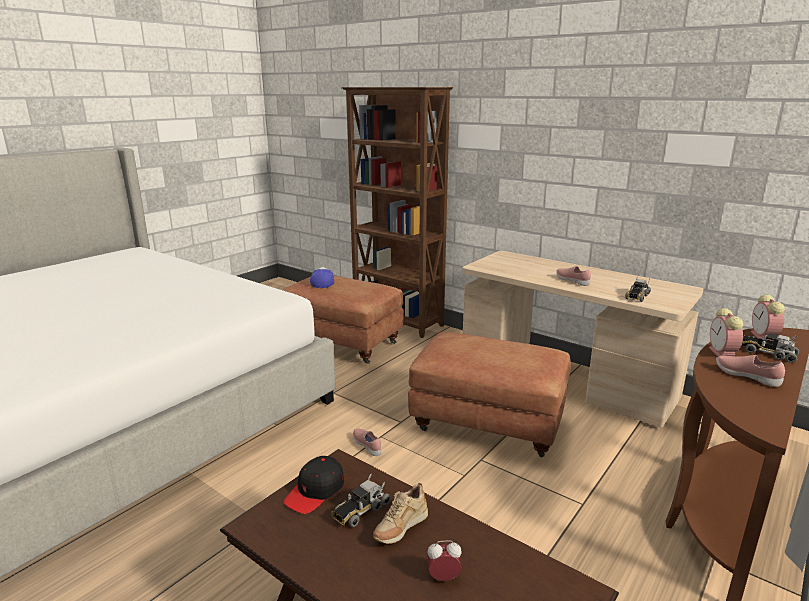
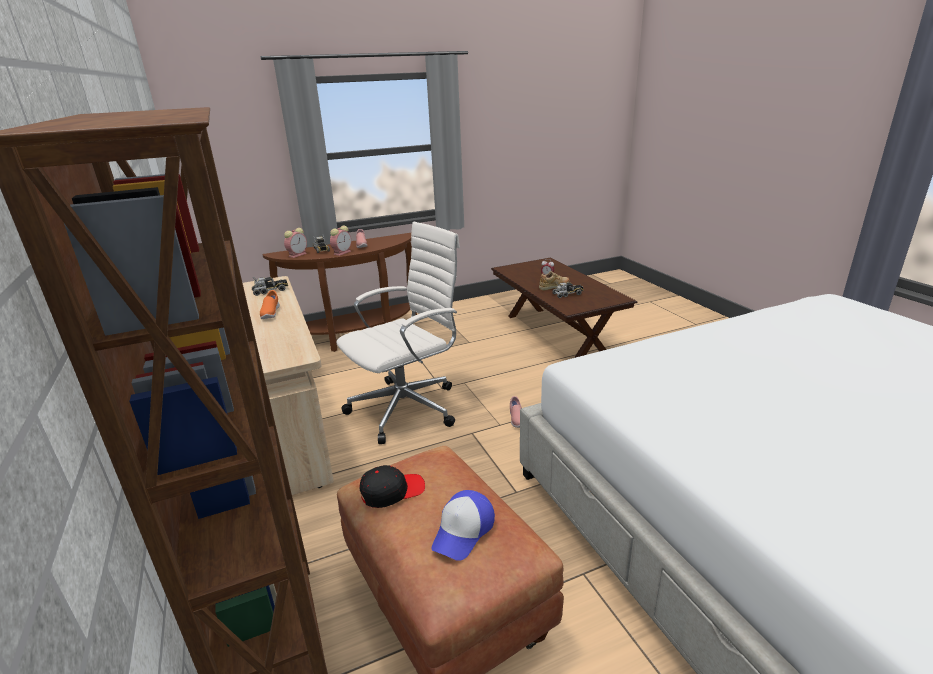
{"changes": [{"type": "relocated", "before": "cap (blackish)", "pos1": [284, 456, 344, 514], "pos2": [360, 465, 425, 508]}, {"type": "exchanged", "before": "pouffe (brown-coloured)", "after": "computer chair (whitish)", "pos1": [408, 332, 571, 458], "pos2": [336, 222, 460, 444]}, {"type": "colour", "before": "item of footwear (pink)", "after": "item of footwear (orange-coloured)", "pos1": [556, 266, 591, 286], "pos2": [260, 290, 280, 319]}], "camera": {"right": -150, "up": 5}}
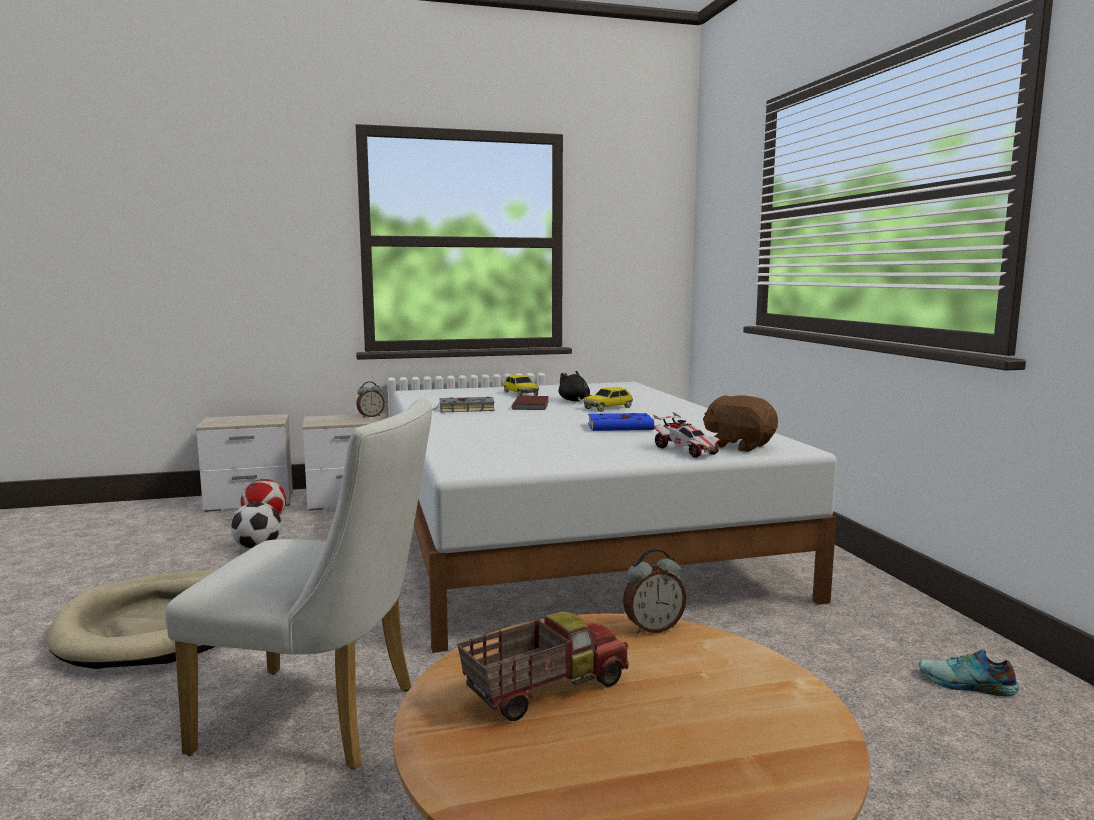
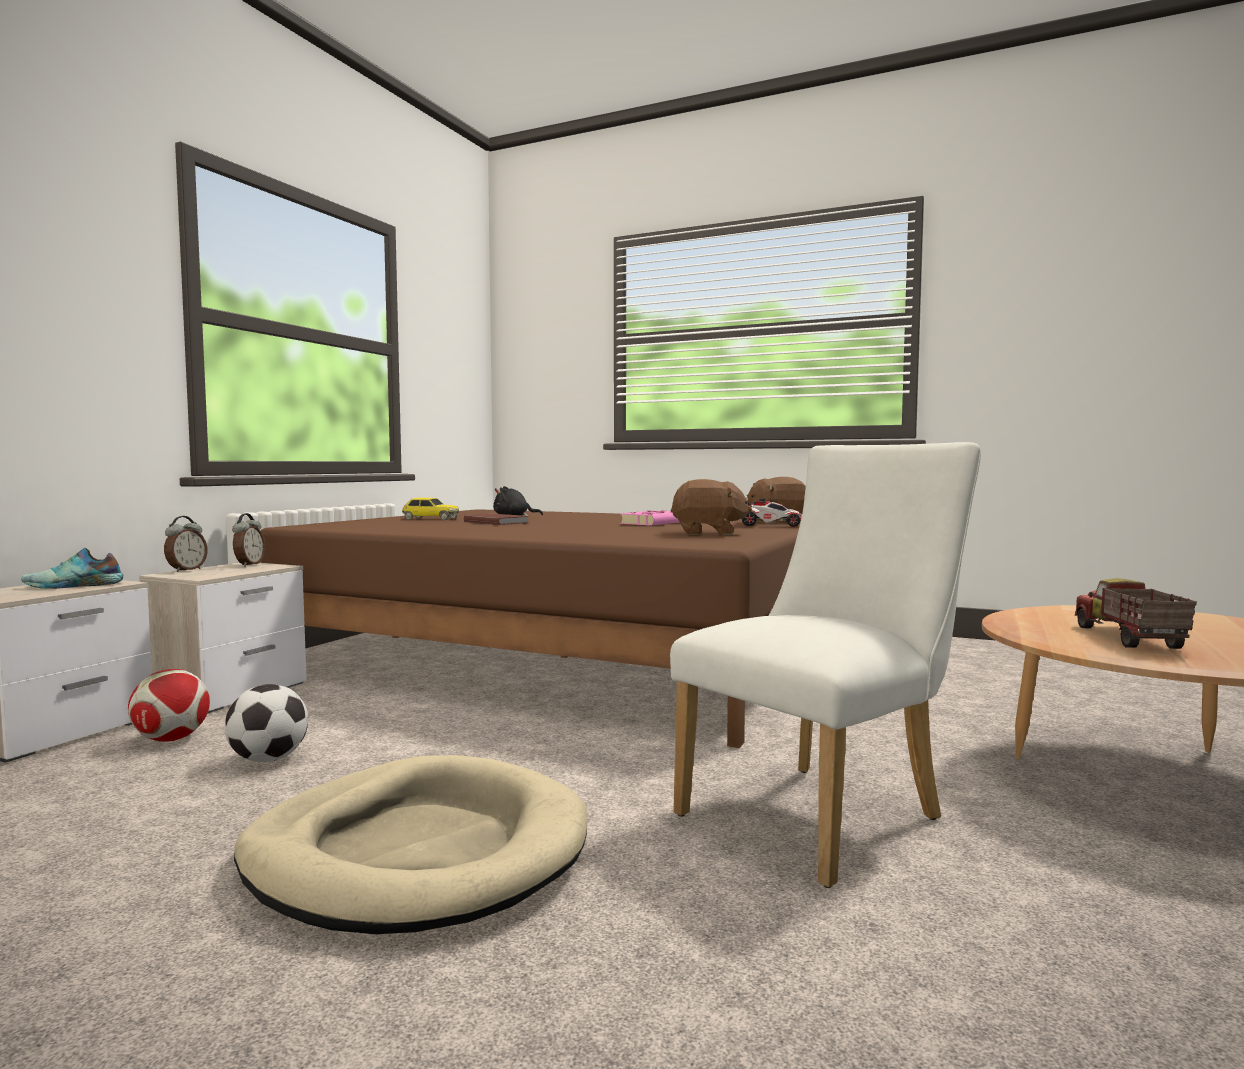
{"changes": [{"type": "colour", "before": "bedroom bed (whitish)", "after": "bedroom bed (brown-coloured)", "pos1": [393, 382, 837, 653], "pos2": [260, 509, 800, 748]}, {"type": "missing", "before": "bound book (greyish)", "pos1": [432, 397, 495, 412]}, {"type": "missing", "before": "toy car", "pos1": [583, 387, 633, 412]}, {"type": "colour", "before": "bound book (blue-coloured)", "after": "bound book (pink)", "pos1": [588, 413, 655, 431], "pos2": [620, 511, 679, 526]}, {"type": "relocated", "before": "bedside clock", "pos1": [623, 549, 686, 634], "pos2": [164, 516, 207, 572]}, {"type": "relocated", "before": "item of footwear", "pos1": [919, 649, 1019, 696], "pos2": [21, 548, 123, 589]}, {"type": "appeared", "after": "plush toy (brown-coloured)", "pos2": [671, 479, 752, 535]}], "camera": {"right": -50, "up": -5}}
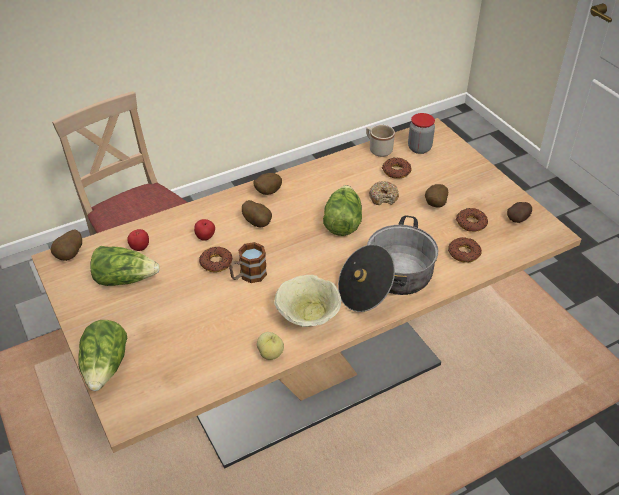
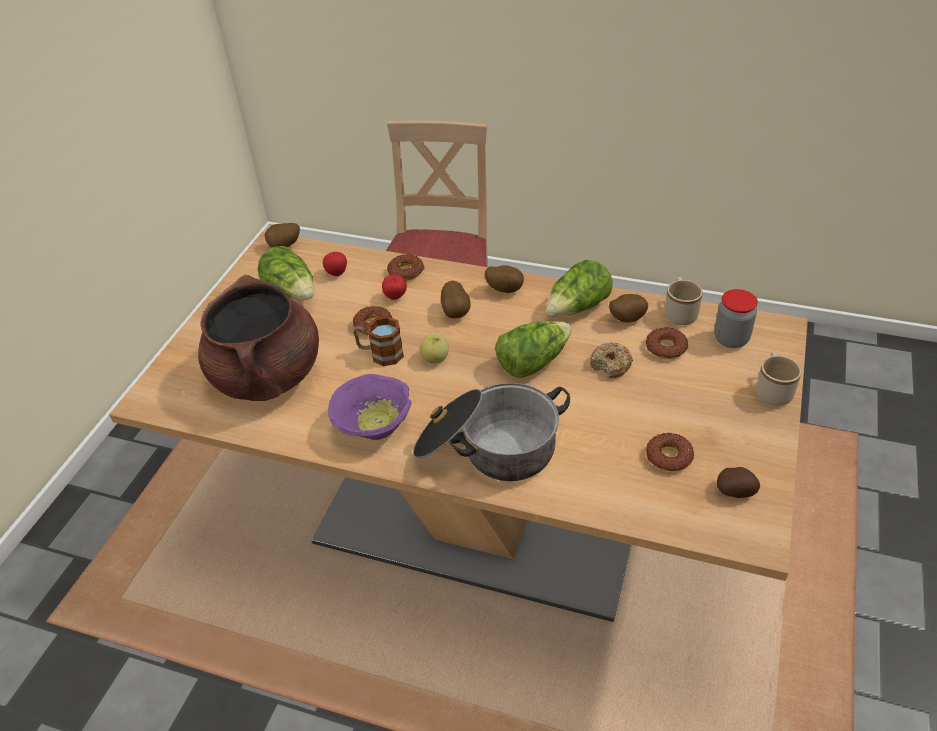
{"changes": [{"type": "relocated", "before": "lettuce", "pos1": [78, 320, 127, 391], "pos2": [546, 260, 613, 316]}, {"type": "relocated", "before": "apple", "pos1": [257, 332, 284, 360], "pos2": [419, 332, 449, 364]}, {"type": "colour", "before": "bowl (beige)", "after": "bowl (purple)", "pos1": [274, 275, 341, 327], "pos2": [328, 374, 411, 440]}, {"type": "relocated", "before": "spud", "pos1": [425, 184, 448, 208], "pos2": [609, 294, 648, 322]}, {"type": "relocated", "before": "ring doughnut", "pos1": [448, 237, 482, 263], "pos2": [387, 254, 424, 281]}, {"type": "appeared", "after": "stockpot (brown-coloured)", "pos2": [198, 275, 319, 401]}, {"type": "appeared", "after": "coffee mug (beige)", "pos2": [756, 351, 801, 406]}], "camera": {"right": 50, "up": 0}}
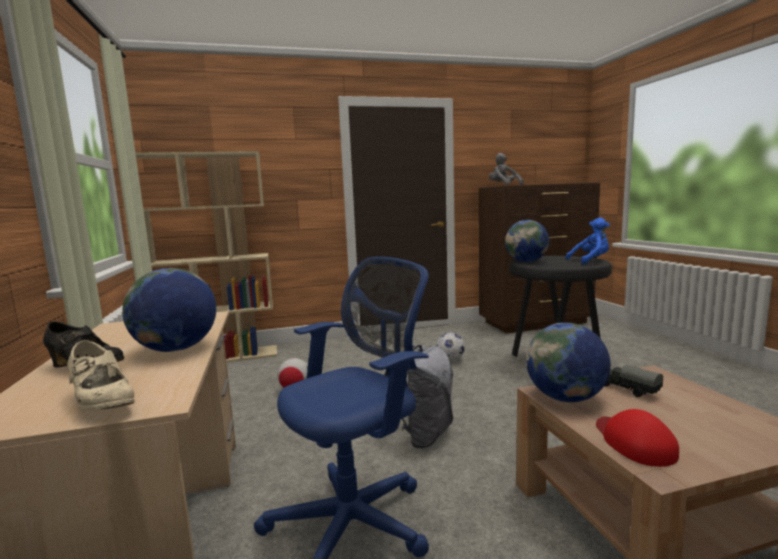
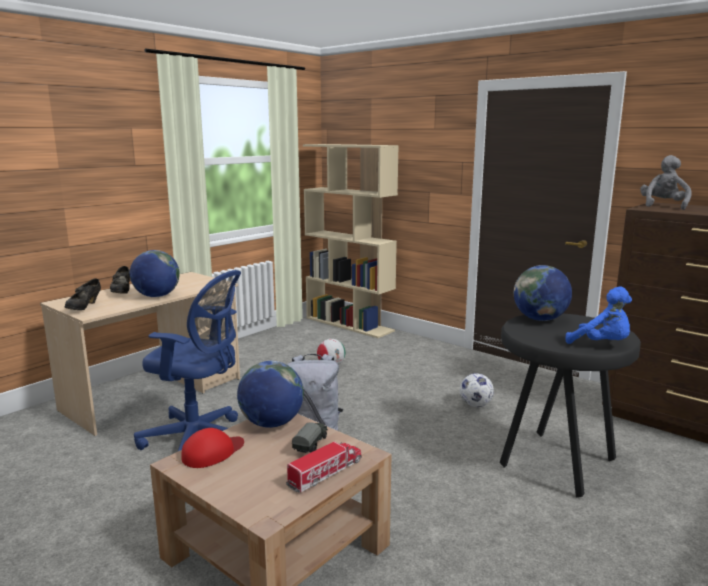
{"changes": [{"type": "colour", "before": "item of footwear (beige)", "after": "item of footwear (blackish)", "pos1": [67, 340, 135, 411], "pos2": [65, 278, 101, 310]}, {"type": "appeared", "after": "model truck", "pos2": [286, 442, 362, 493]}], "camera": {"right": 55, "up": 5}}
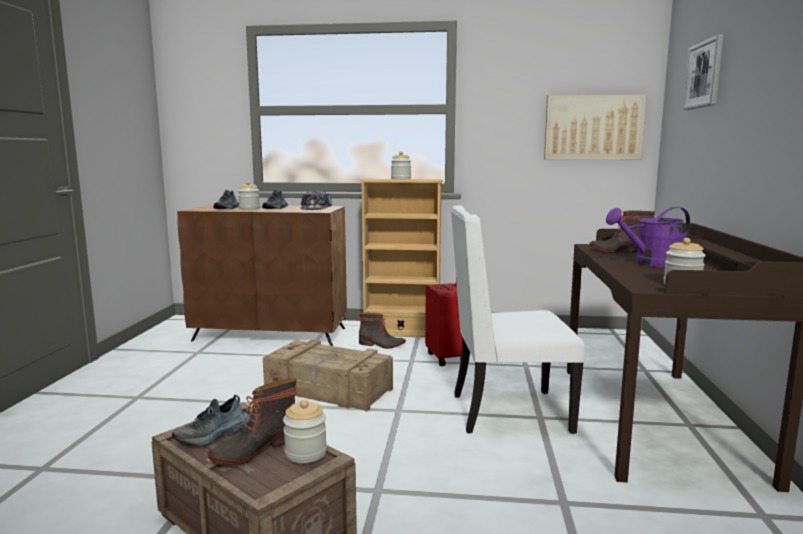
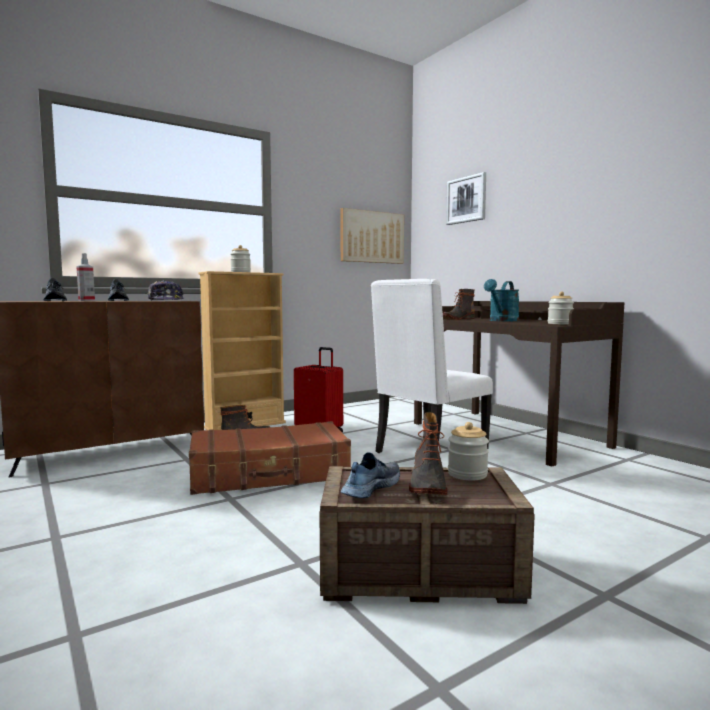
{"changes": [{"type": "spun", "before": "item of footwear", "pos1": [172, 395, 250, 446], "pos2": [341, 452, 400, 498], "turn": -150}, {"type": "exchanged", "before": "jar", "after": "spray bottle", "pos1": [238, 181, 260, 210], "pos2": [76, 253, 95, 301]}, {"type": "exchanged", "before": "shipping crate", "after": "piece of luggage (brown-coloured)", "pos1": [263, 340, 393, 412], "pos2": [189, 421, 351, 495]}, {"type": "colour", "before": "watering can (purple)", "after": "watering can (turquoise)", "pos1": [606, 207, 690, 267], "pos2": [484, 279, 519, 321]}], "camera": {"right": -40, "up": -5}}
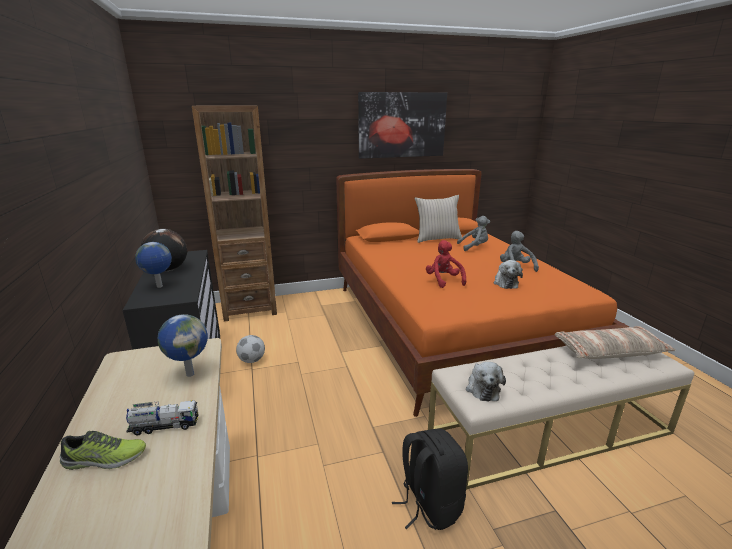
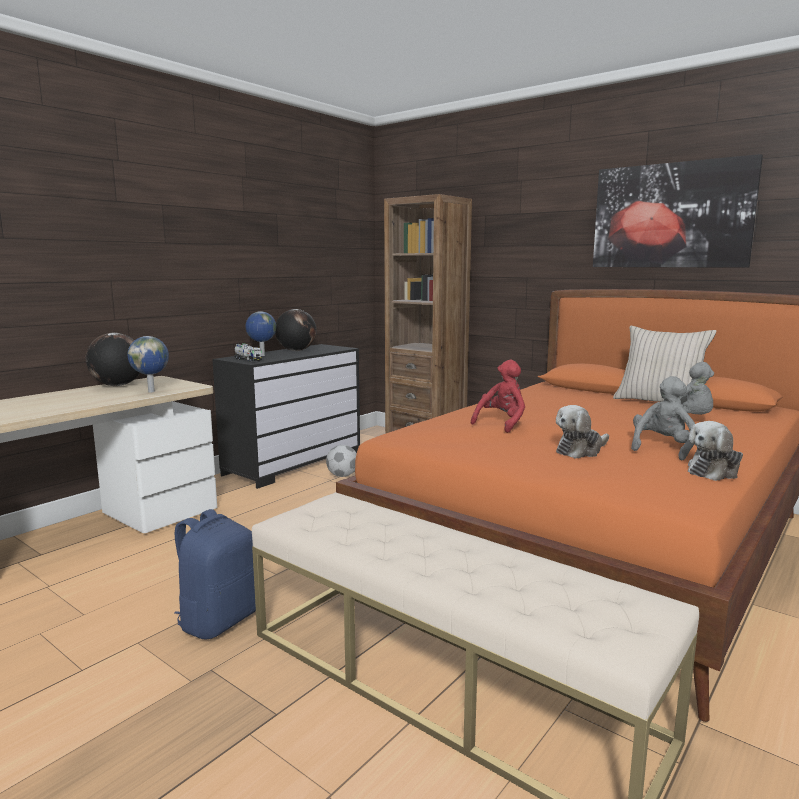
{"changes": [{"type": "missing", "before": "item of footwear", "pos1": [60, 431, 146, 470]}, {"type": "relocated", "before": "model truck", "pos1": [126, 400, 198, 436], "pos2": [234, 343, 262, 362]}, {"type": "colour", "before": "rucksack (blackish)", "after": "rucksack (blue-coloured)", "pos1": [392, 428, 468, 530], "pos2": [174, 509, 256, 639]}, {"type": "relocated", "before": "plush toy", "pos1": [466, 362, 506, 401], "pos2": [688, 421, 743, 481]}, {"type": "missing", "before": "throw pillow", "pos1": [555, 326, 676, 359]}, {"type": "appeared", "after": "globe", "pos2": [86, 333, 140, 386]}], "camera": {"right": 55, "up": -10}}
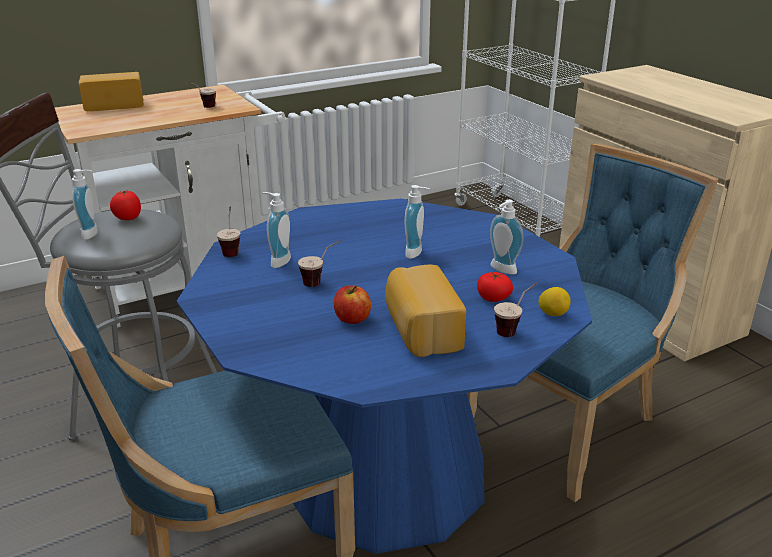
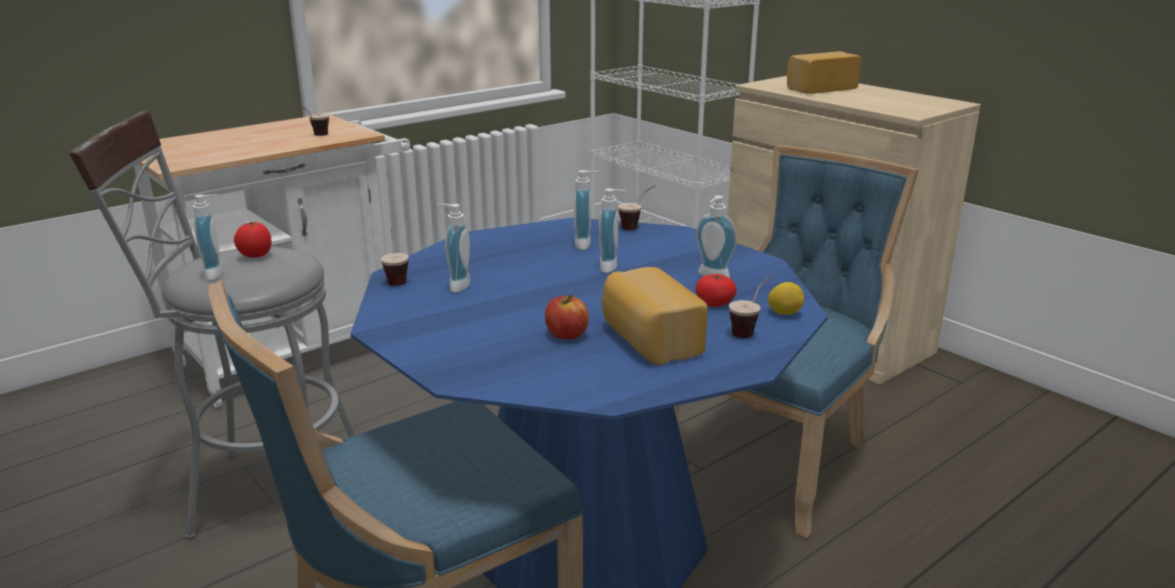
{"changes": [{"type": "relocated", "before": "bakery bread", "pos1": [79, 72, 144, 111], "pos2": [787, 51, 861, 94]}, {"type": "relocated", "before": "small cup", "pos1": [298, 240, 341, 287], "pos2": [618, 185, 655, 230]}, {"type": "appeared", "after": "soap dispenser", "pos2": [574, 170, 599, 250]}], "camera": {"right": -10, "up": -5}}
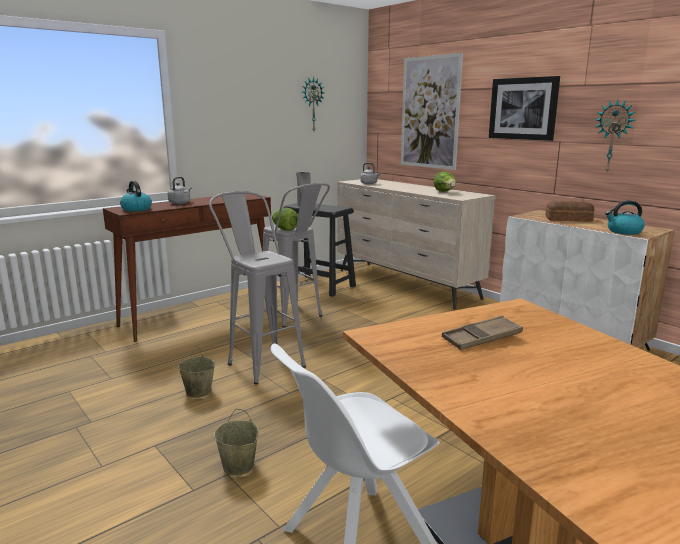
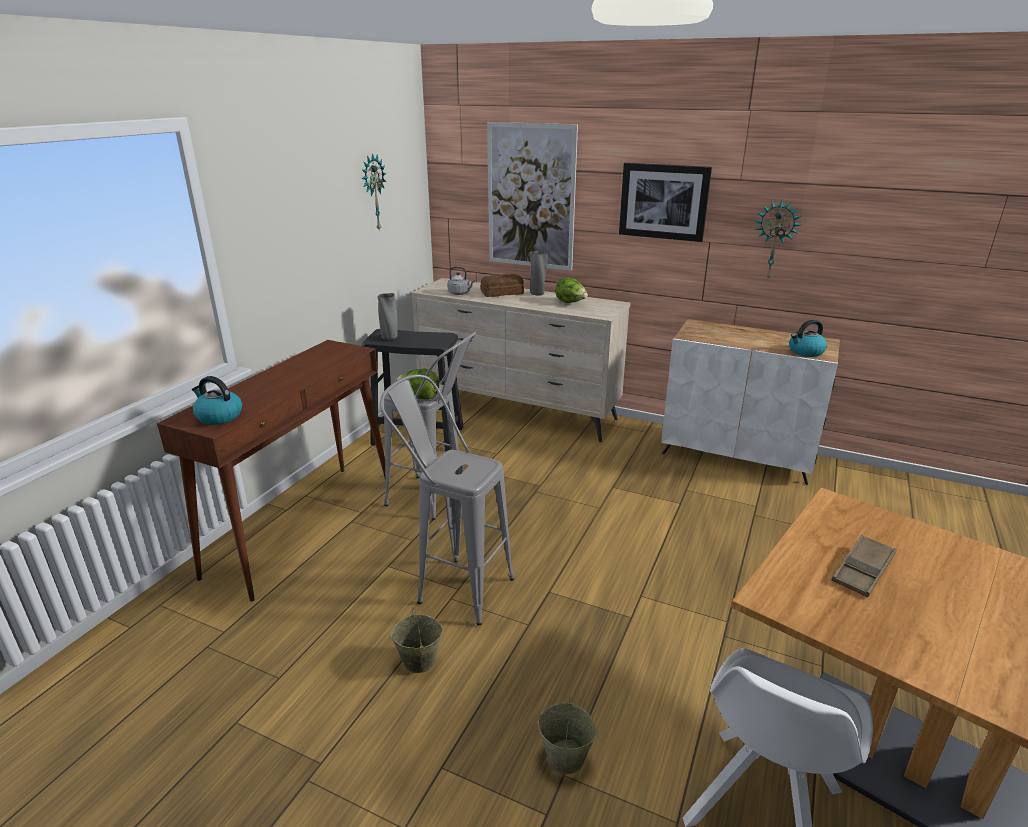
{"changes": [{"type": "missing", "before": "kettle (greyish)", "pos1": [168, 177, 192, 204]}, {"type": "relocated", "before": "bakery bread", "pos1": [546, 201, 594, 222], "pos2": [480, 274, 524, 297]}, {"type": "appeared", "after": "vase (greyish)", "pos2": [529, 251, 547, 295]}], "camera": {"right": -25, "up": 10}}
